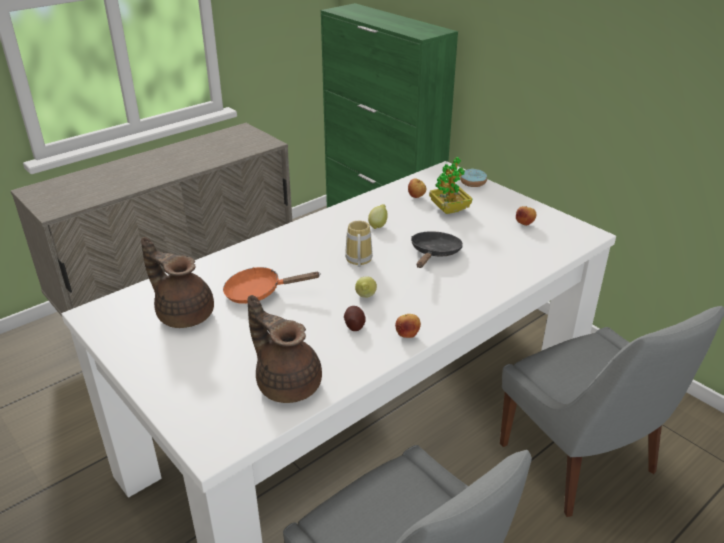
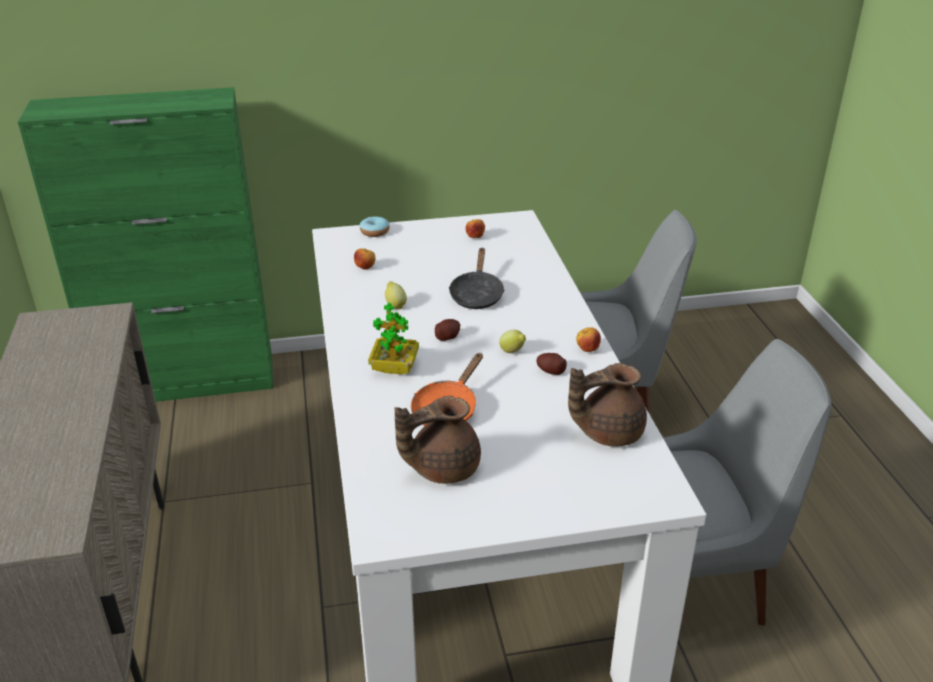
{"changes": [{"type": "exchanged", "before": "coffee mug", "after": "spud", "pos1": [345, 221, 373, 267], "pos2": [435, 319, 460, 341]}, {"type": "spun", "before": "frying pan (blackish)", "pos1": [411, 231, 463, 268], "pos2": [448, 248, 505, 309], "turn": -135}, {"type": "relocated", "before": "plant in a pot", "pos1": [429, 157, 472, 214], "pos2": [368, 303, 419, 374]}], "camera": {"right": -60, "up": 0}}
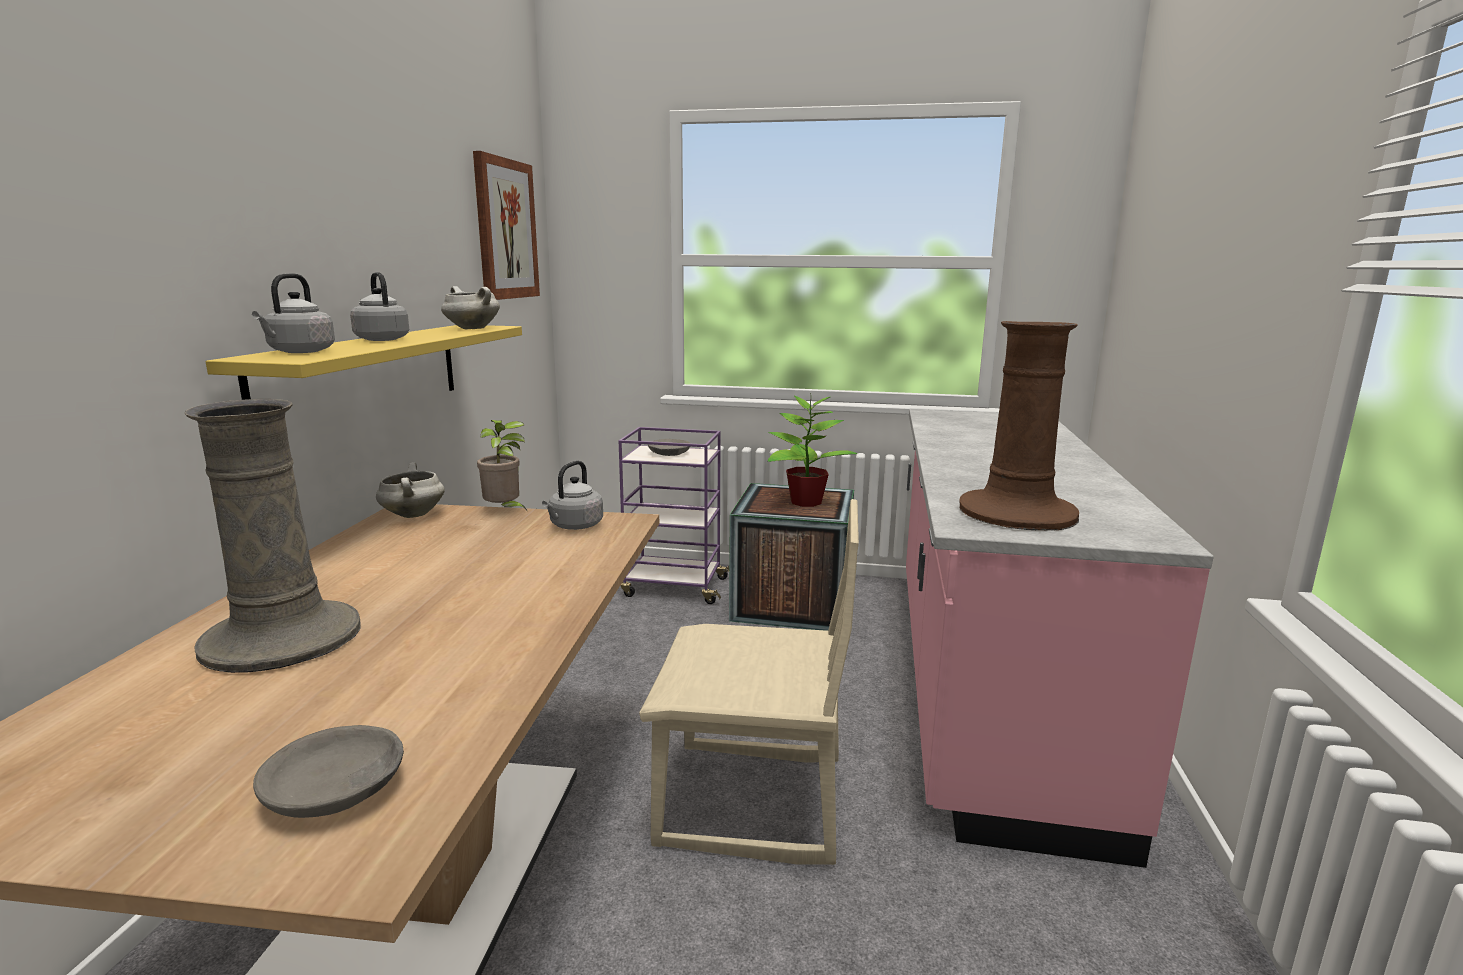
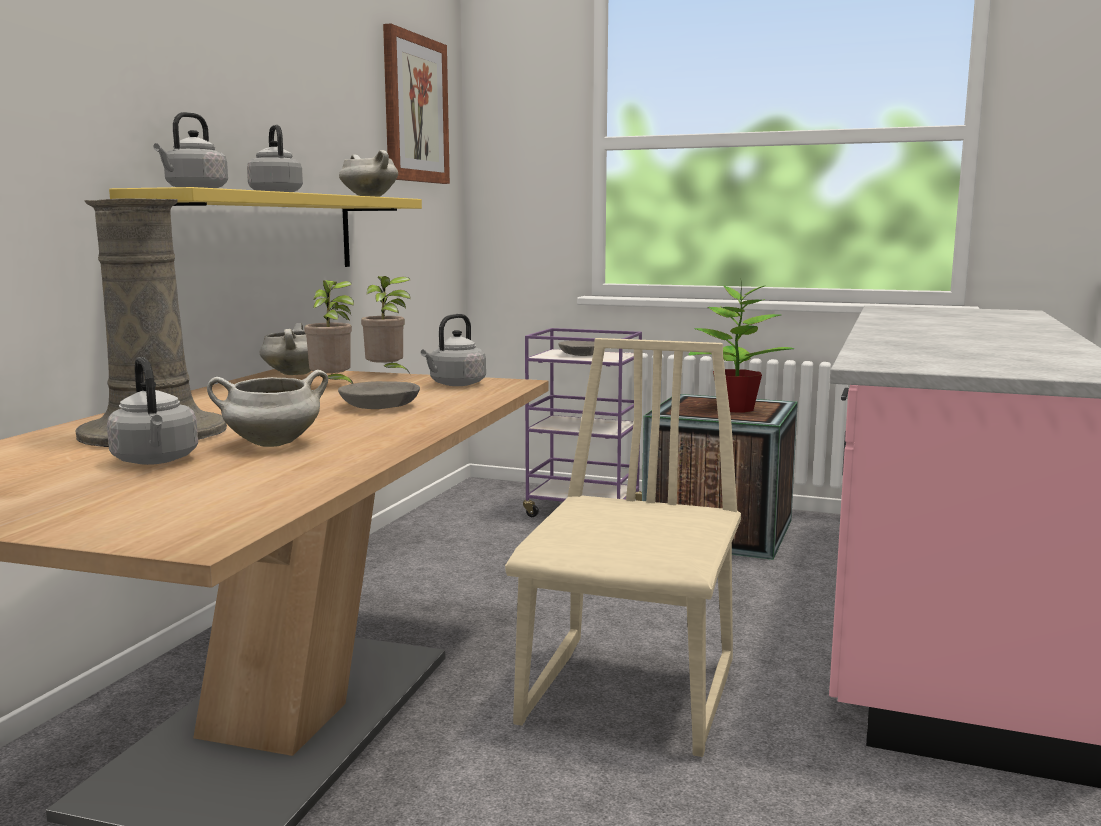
{"changes": [{"type": "relocated", "before": "bowl (greyish)", "pos1": [253, 725, 404, 818], "pos2": [338, 381, 420, 409]}, {"type": "spun", "before": "plain chair (beige)", "pos1": [639, 499, 859, 865], "pos2": [505, 338, 741, 757], "turn": -90}, {"type": "missing", "before": "vase (brown-coloured)", "pos1": [959, 321, 1079, 531]}, {"type": "appeared", "after": "kettle (greyish)", "pos2": [107, 357, 198, 465]}, {"type": "appeared", "after": "stockpot (whitish)", "pos2": [207, 370, 328, 447]}, {"type": "appeared", "after": "plant in a pot", "pos2": [304, 280, 354, 384]}], "camera": {"right": 10, "up": -5}}
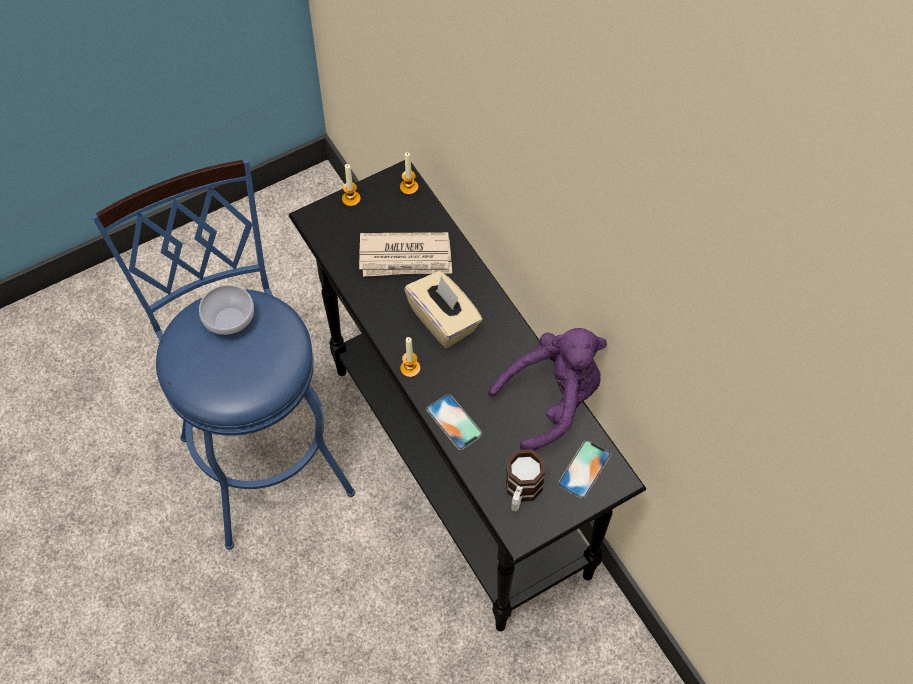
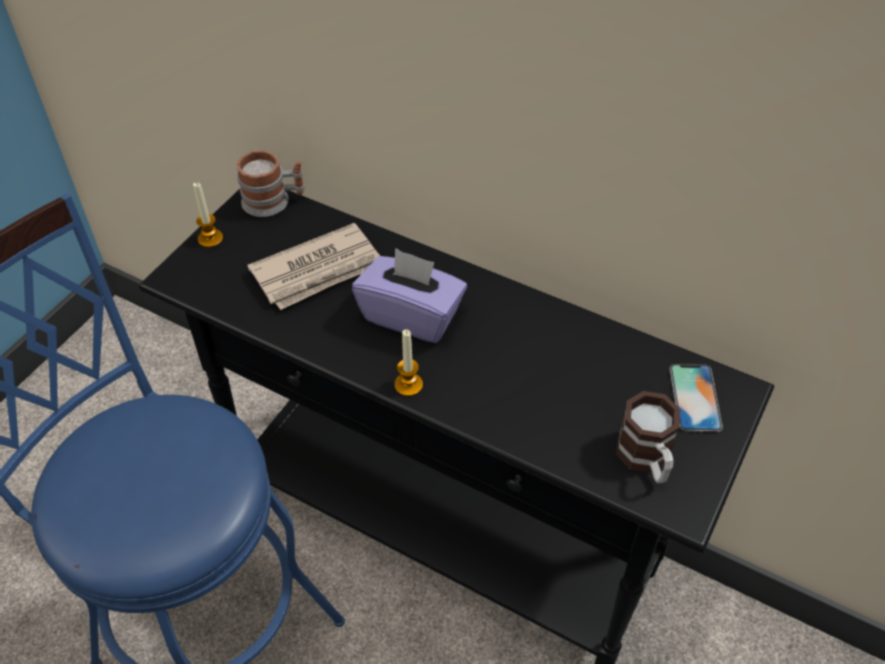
{"changes": [{"type": "missing", "before": "bowl", "pos1": [199, 285, 254, 336]}, {"type": "exchanged", "before": "wax light", "after": "coffee mug", "pos1": [400, 152, 418, 195], "pos2": [237, 150, 305, 217]}, {"type": "colour", "before": "box of tissues (beige)", "after": "box of tissues (purple)", "pos1": [404, 271, 482, 348], "pos2": [352, 248, 467, 343]}, {"type": "missing", "before": "telephone", "pos1": [426, 394, 483, 450]}, {"type": "missing", "before": "plush toy (purple)", "pos1": [488, 328, 607, 451]}], "camera": {"right": -30, "up": -10}}
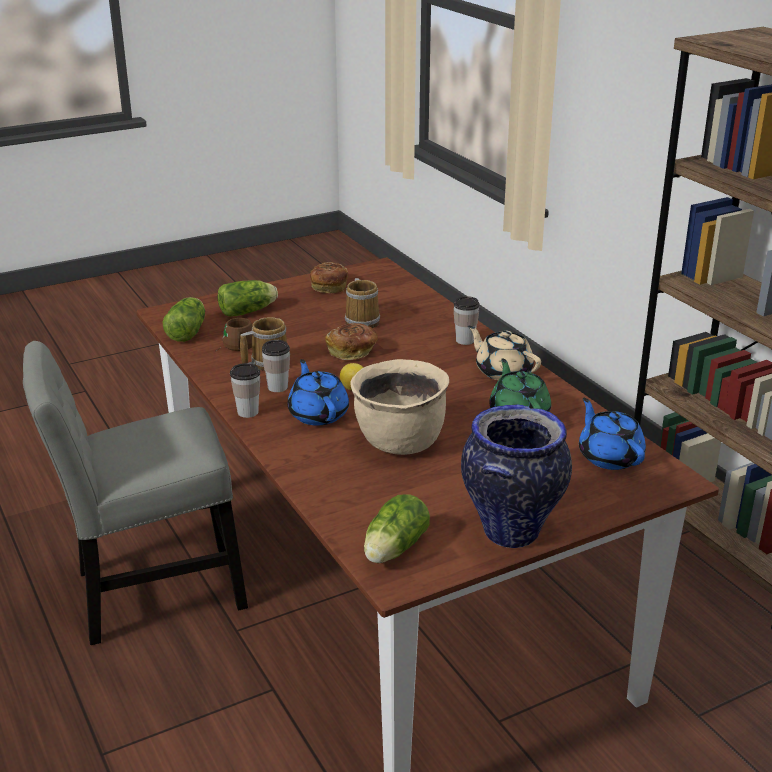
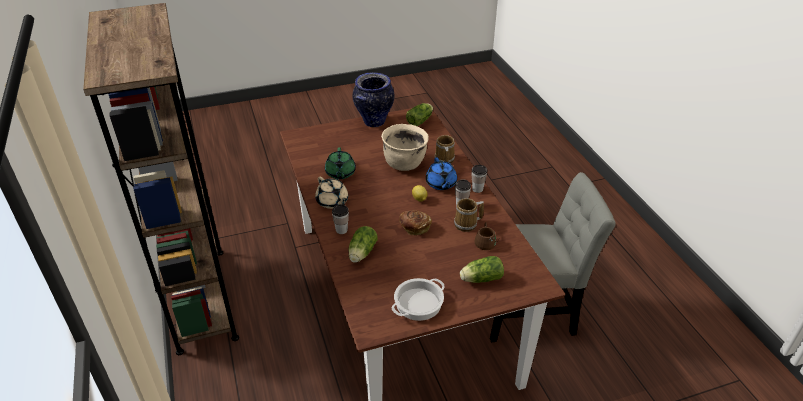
{"changes": [{"type": "relocated", "before": "lettuce", "pos1": [162, 297, 205, 342], "pos2": [348, 226, 378, 262]}, {"type": "exchanged", "before": "bakery bread", "after": "stockpot", "pos1": [310, 262, 348, 293], "pos2": [391, 278, 445, 321]}, {"type": "relocated", "before": "coffee mug", "pos1": [345, 278, 380, 329], "pos2": [435, 135, 455, 164]}, {"type": "missing", "before": "tea pot (blue-coloured)", "pos1": [579, 398, 646, 470]}], "camera": {"right": -170, "up": 10}}
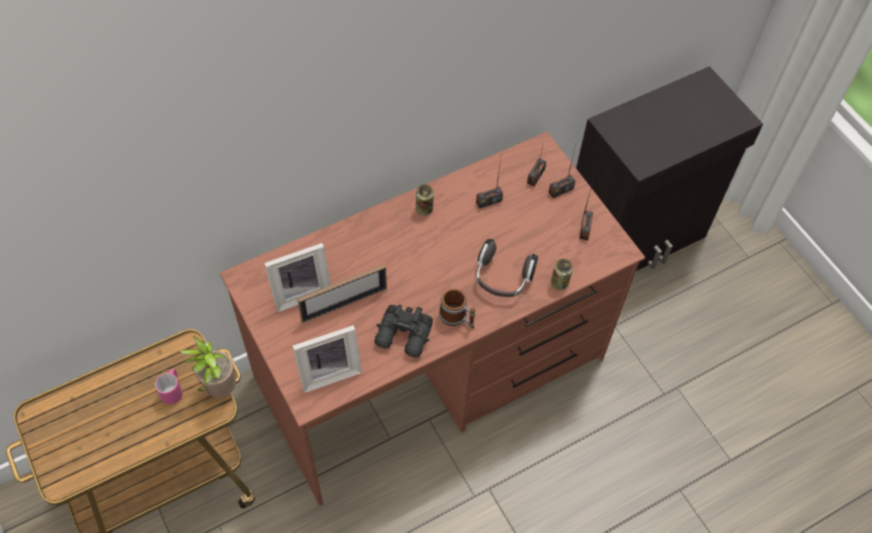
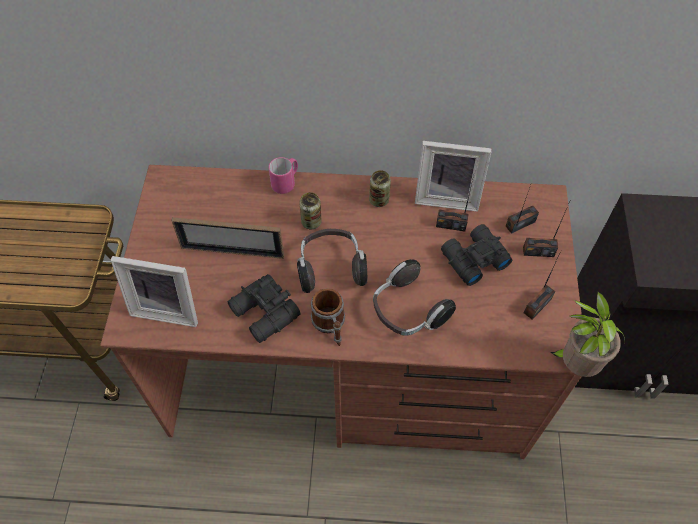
{"changes": [{"type": "relocated", "before": "coffee mug (pink)", "pos1": [155, 369, 183, 404], "pos2": [269, 157, 298, 194]}, {"type": "relocated", "before": "plant in a pot", "pos1": [179, 336, 236, 398], "pos2": [550, 291, 625, 377]}, {"type": "relocated", "before": "photo frame", "pos1": [264, 243, 331, 312], "pos2": [415, 141, 492, 212]}, {"type": "relocated", "before": "can", "pos1": [551, 259, 573, 290], "pos2": [299, 192, 322, 229]}, {"type": "appeared", "after": "headphones", "pos2": [297, 229, 367, 293]}, {"type": "appeared", "after": "pair of binoculars (blackish)", "pos2": [441, 224, 512, 286]}], "camera": {"right": 35, "up": 0}}
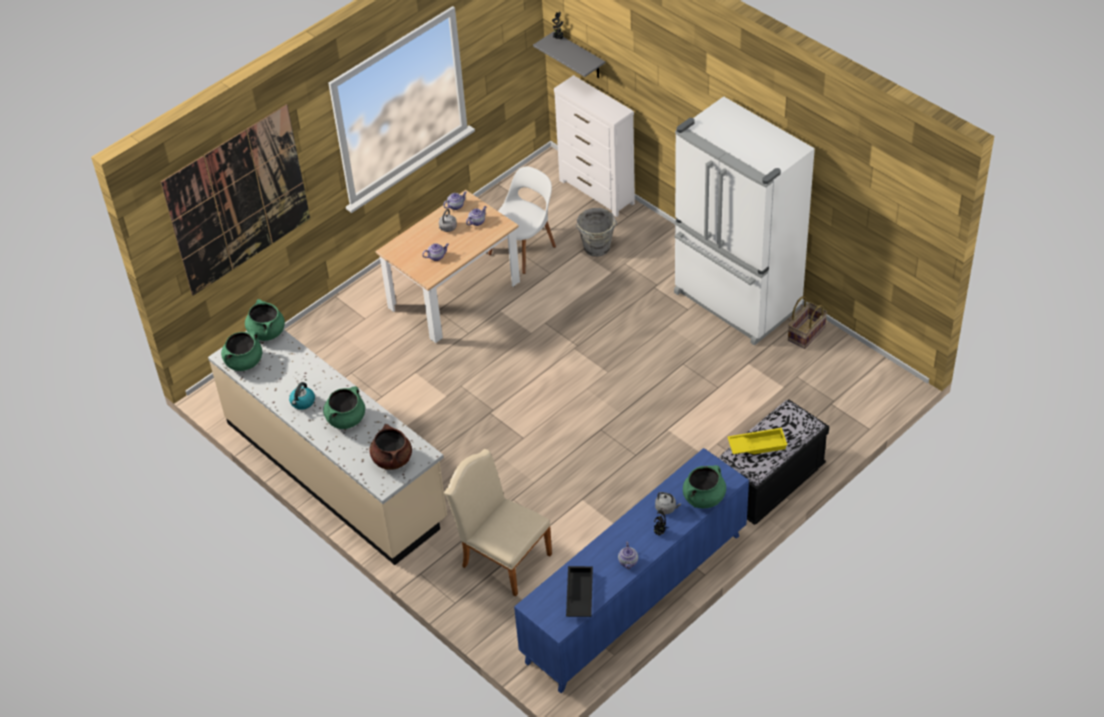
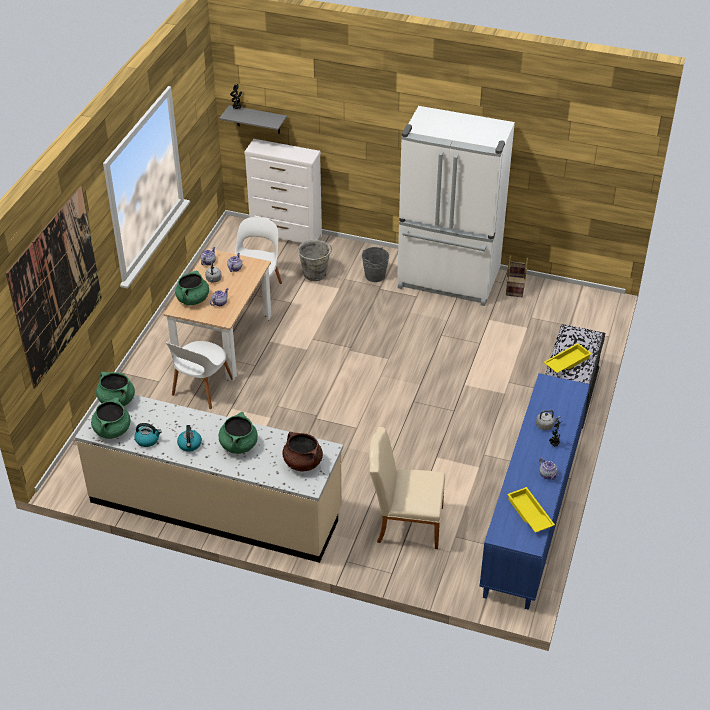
{"changes": [{"type": "colour", "before": "tray (blackish)", "after": "tray (yellowish)", "pos1": [566, 566, 593, 617], "pos2": [507, 487, 555, 533]}, {"type": "relocated", "before": "stockpot (green-coloured)", "pos1": [683, 465, 726, 508], "pos2": [175, 270, 209, 305]}, {"type": "appeared", "after": "kettle", "pos2": [134, 423, 162, 447]}, {"type": "appeared", "after": "plain chair (whitish)", "pos2": [165, 341, 232, 409]}, {"type": "appeared", "after": "water bucket (greyish)", "pos2": [362, 247, 389, 282]}], "camera": {"right": -30, "up": -5}}
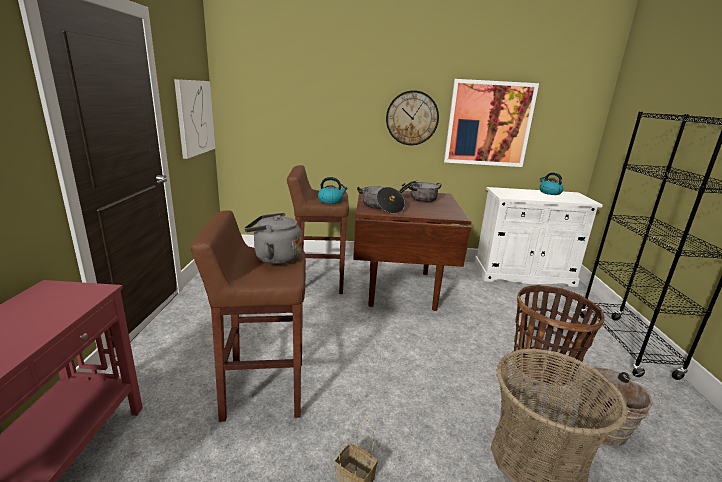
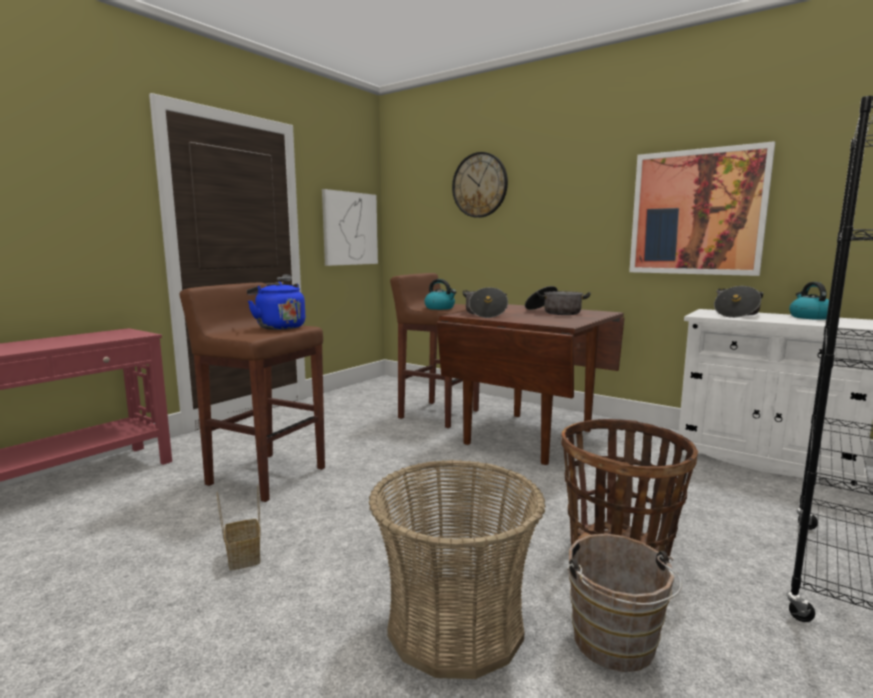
{"changes": [{"type": "colour", "before": "kettle (greyish)", "after": "kettle (blue-coloured)", "pos1": [245, 213, 301, 265], "pos2": [247, 282, 305, 330]}, {"type": "relocated", "before": "hanging clock", "pos1": [386, 90, 439, 145], "pos2": [452, 152, 508, 218]}, {"type": "appeared", "after": "stockpot", "pos2": [714, 286, 763, 318]}], "camera": {"right": 35, "up": -10}}
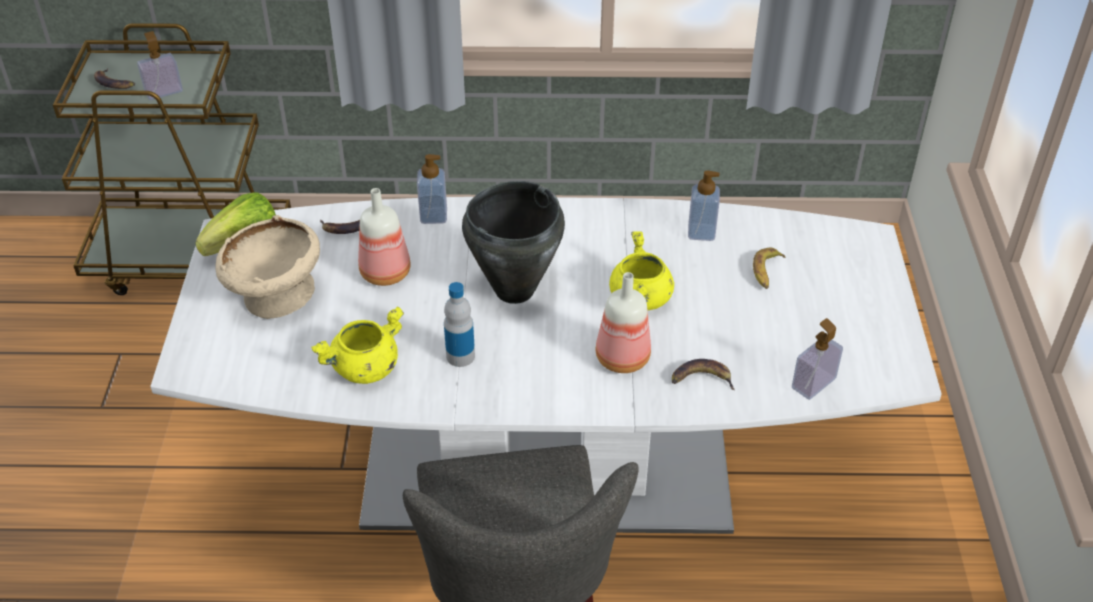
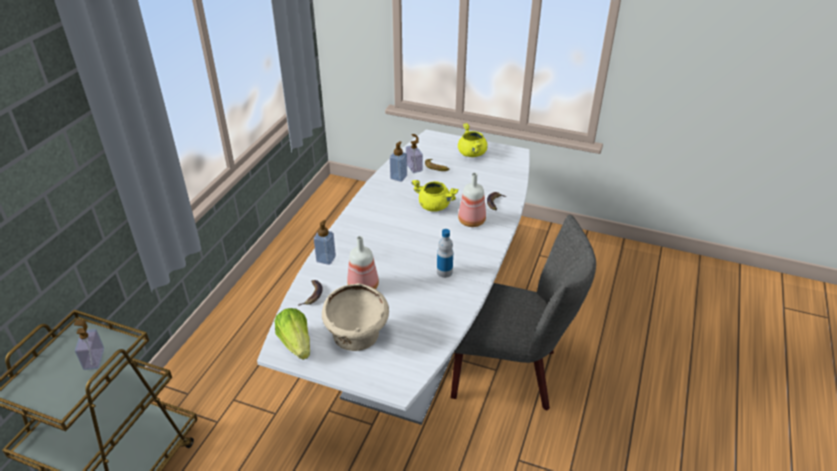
{"changes": [{"type": "missing", "before": "banana fruit", "pos1": [94, 68, 135, 89]}, {"type": "relocated", "before": "stockpot (yellowish)", "pos1": [311, 306, 404, 384], "pos2": [458, 123, 488, 157]}, {"type": "missing", "before": "stockpot (blackish)", "pos1": [462, 181, 565, 304]}, {"type": "relocated", "before": "soap dispenser", "pos1": [792, 318, 843, 400], "pos2": [406, 134, 423, 173]}], "camera": {"right": -70, "up": -5}}
